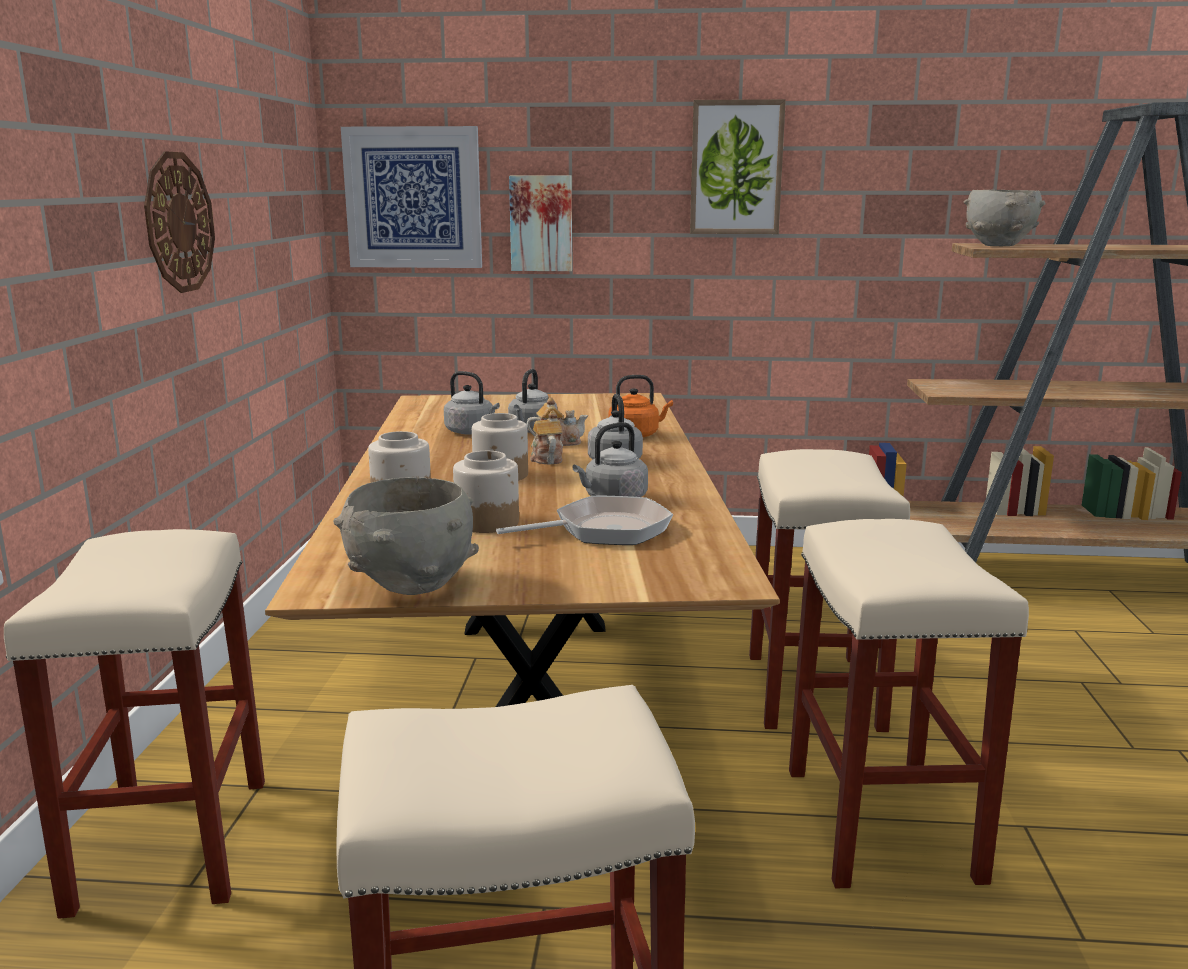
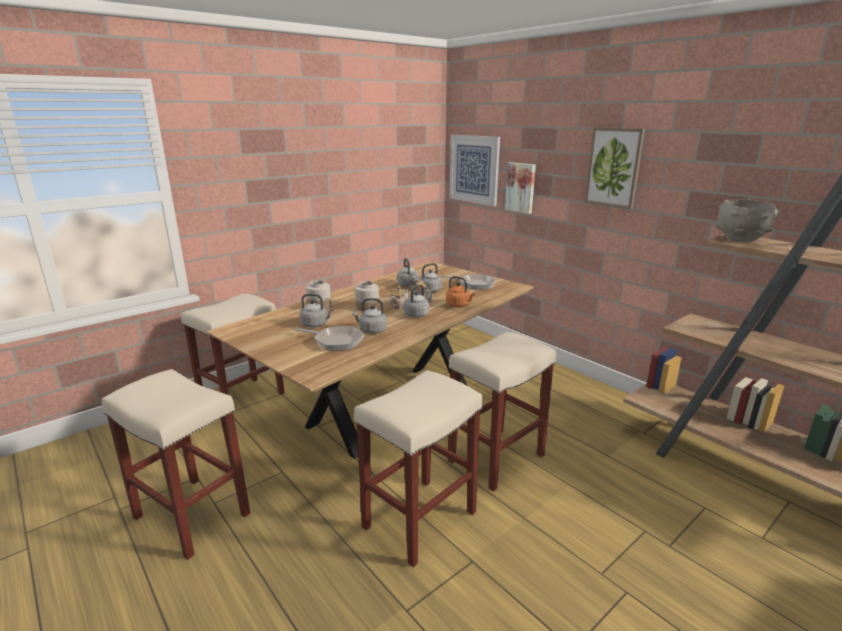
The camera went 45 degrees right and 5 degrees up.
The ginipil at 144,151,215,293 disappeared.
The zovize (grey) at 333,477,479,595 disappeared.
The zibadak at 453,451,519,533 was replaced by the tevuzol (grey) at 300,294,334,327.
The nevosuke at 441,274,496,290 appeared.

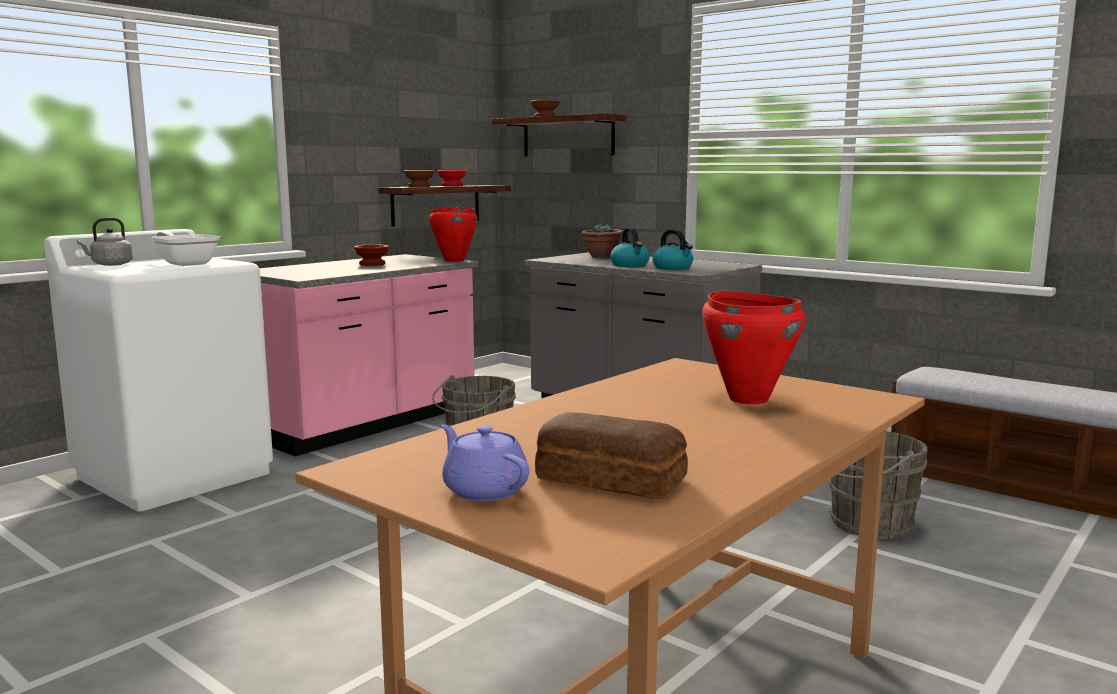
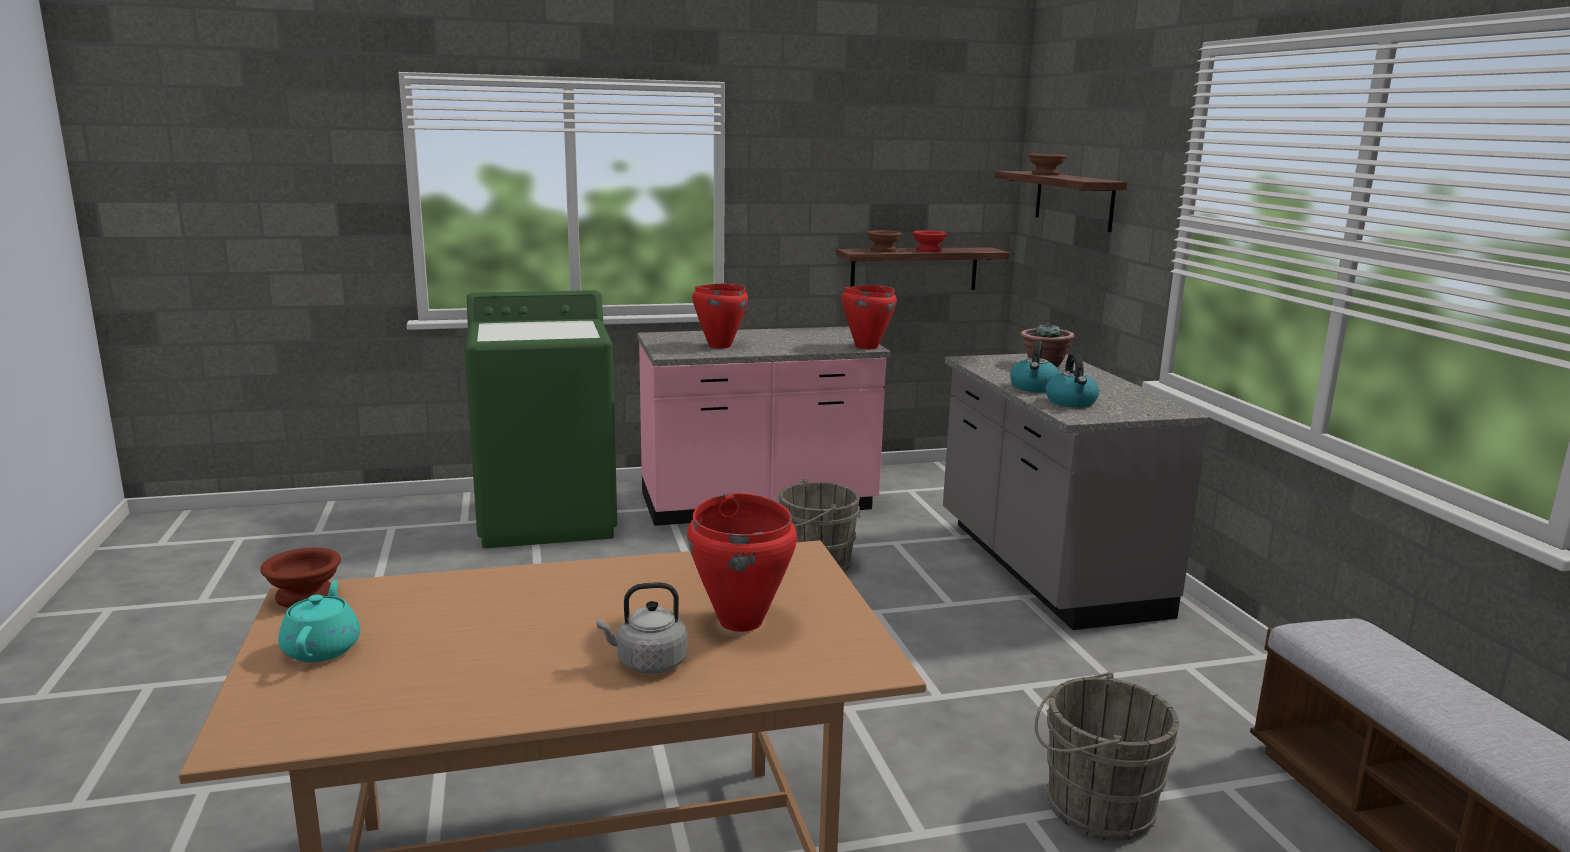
The camera went 35 degrees right and 5 degrees up.
The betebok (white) at 44,229,273,512 became the betebok (green) at 465,290,617,548.
The tevuzol (grey) moved from 77,218,133,266 to 596,582,687,674.
The nevosuke at 152,231,220,266 disappeared.
The zovize (brown) moved from 354,245,389,266 to 260,548,341,608.
The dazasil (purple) at 442,424,529,501 became the dazasil (turquoise) at 278,580,360,662.
The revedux at 535,412,688,500 disappeared.
The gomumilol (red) at 692,284,748,349 appeared.

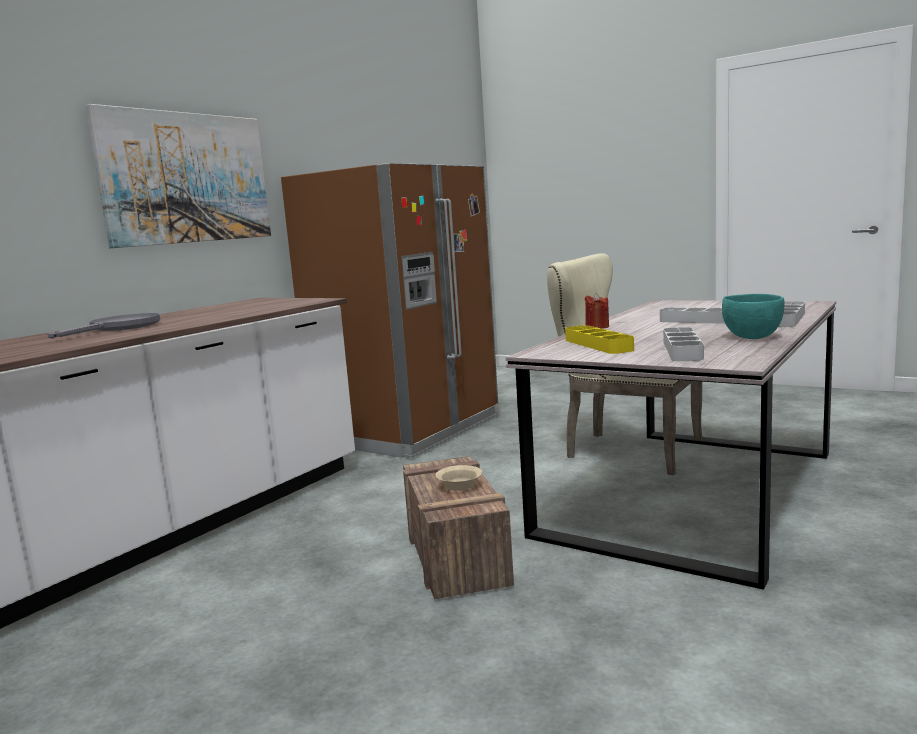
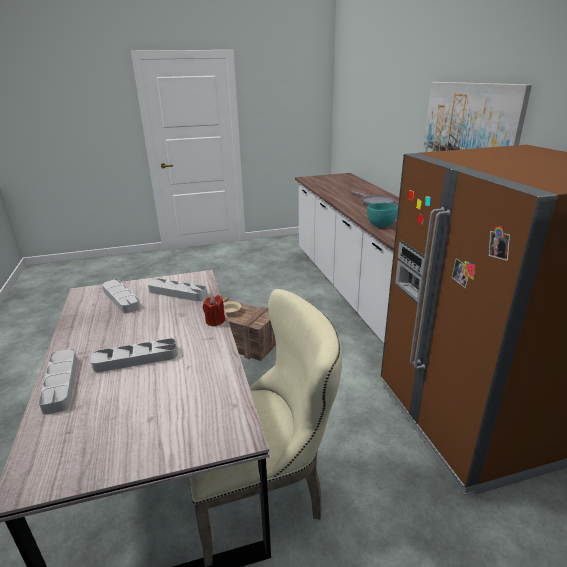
The camera went 130 degrees right and 15 degrees up.
The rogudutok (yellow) at 565,325,634,354 became the rogudutok (grey) at 148,278,208,301.
The zovize (turquoise) moved from 722,294,785,339 to 367,203,398,227.

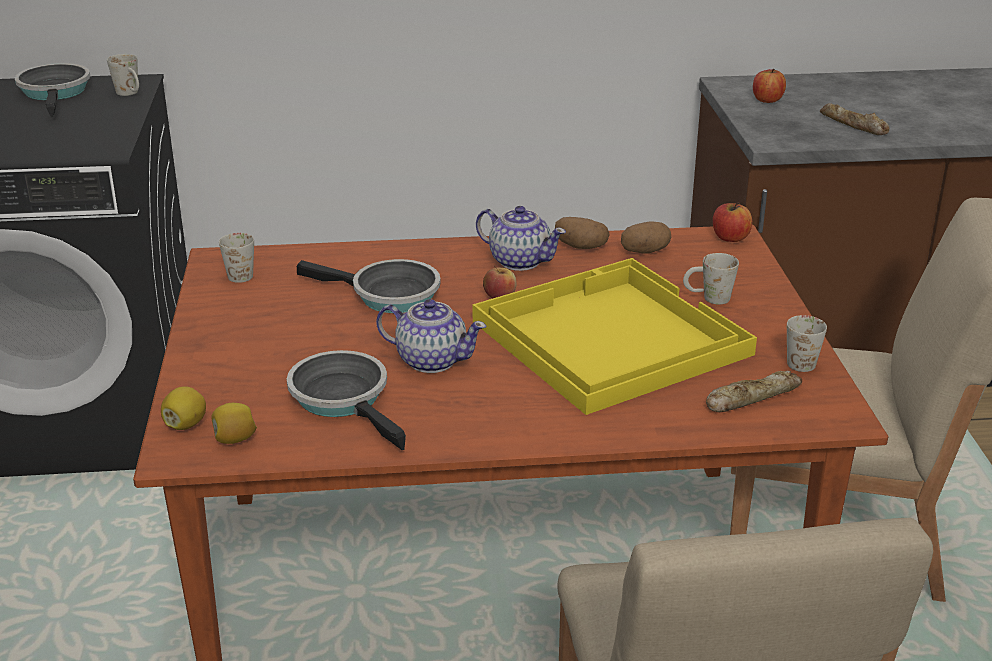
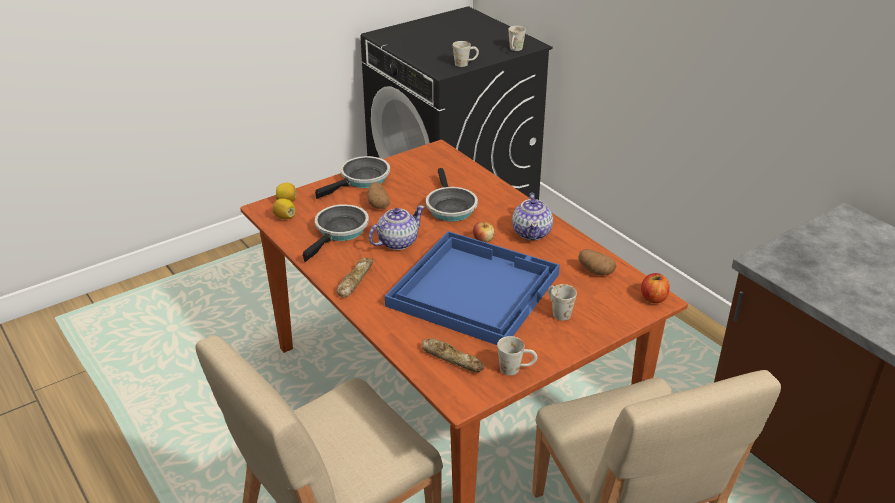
The camera went 60 degrees right and 5 degrees up.
The nevosuke moved from 15,63,90,117 to 315,156,390,199.
The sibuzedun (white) moved from 219,233,254,283 to 453,41,479,67.
The dazasil at 376,299,486,373 turned 120 degrees counterclockwise.
The rogudutok (yellow) at 472,258,757,415 became the rogudutok (blue) at 385,231,560,345.
The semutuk moved from 555,217,609,249 to 367,182,390,209.
The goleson at 753,69,786,103 disappeared.
The revedux moved from 820,103,890,135 to 337,258,373,297.

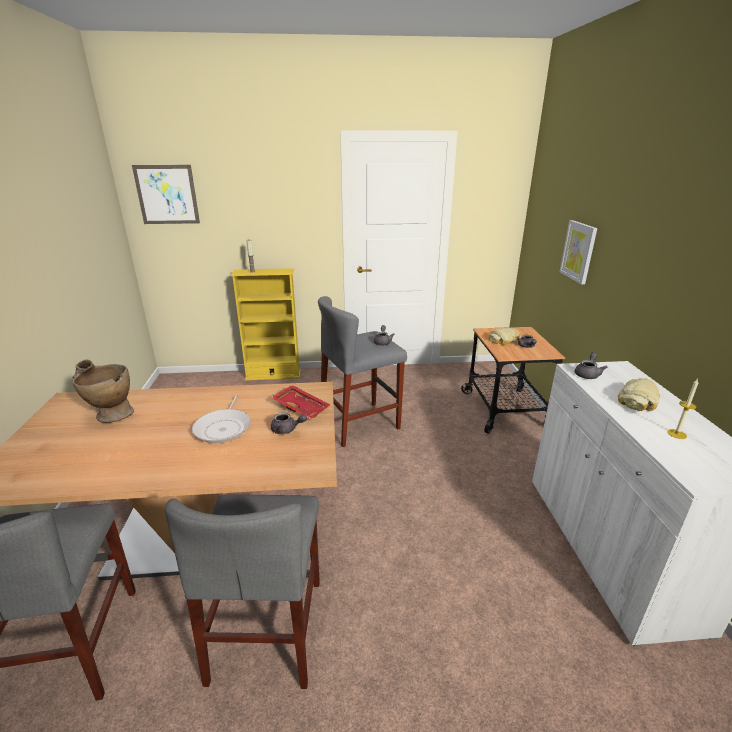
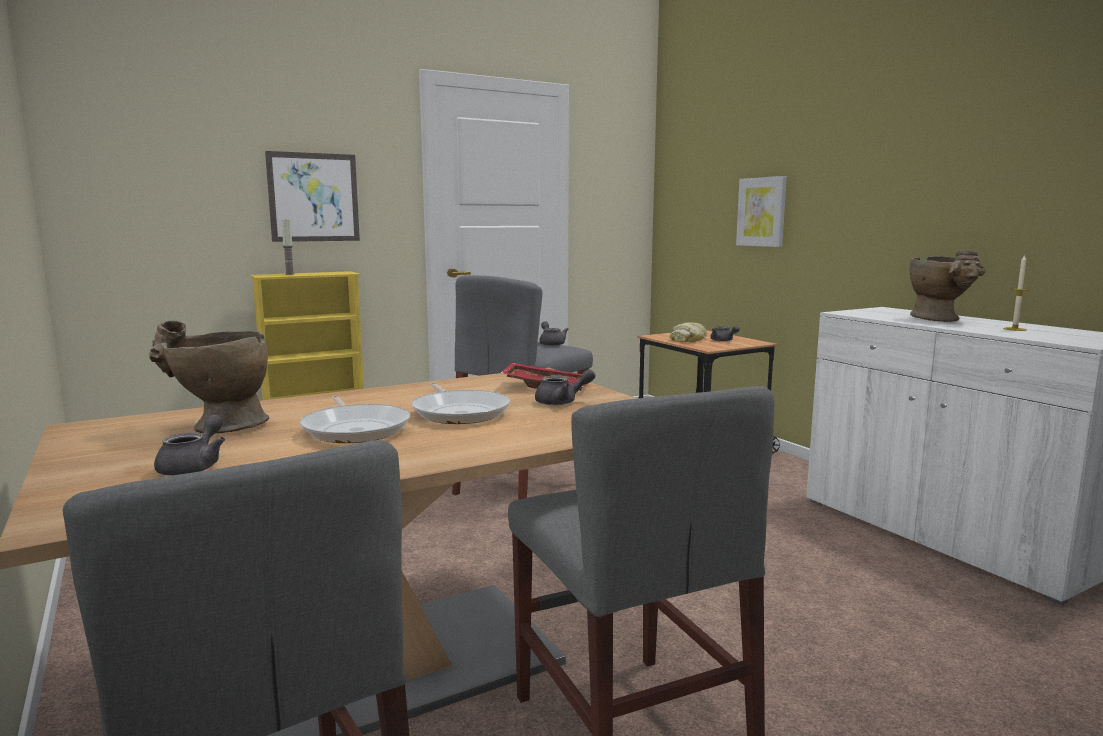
The camera went 25 degrees left and 15 degrees down.
The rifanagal moved from 132,165,200,224 to 265,151,360,242.
The dazasil (grey) moved from 575,352,608,379 to 154,415,225,476.
The revedux at 618,378,660,411 was replaced by the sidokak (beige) at 909,250,985,322.
The nevosuke at 300,396,410,443 appeared.

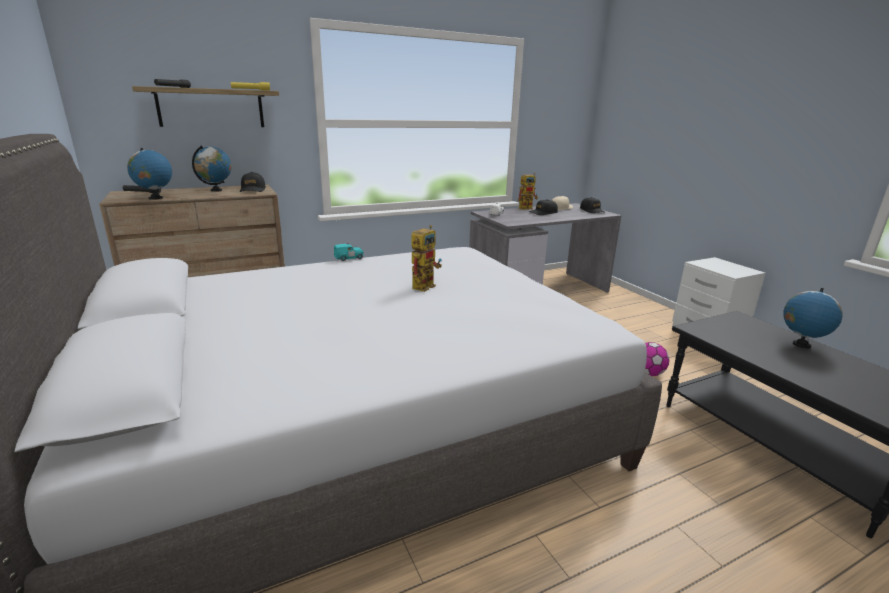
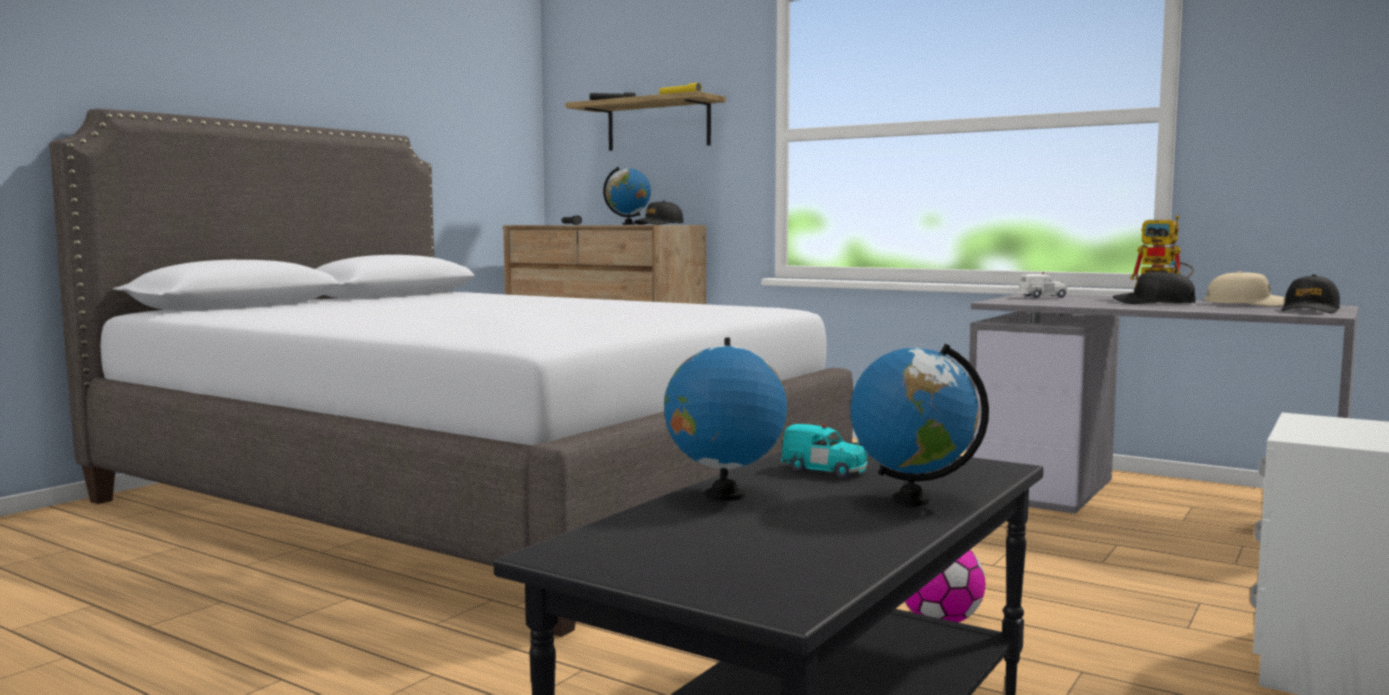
The camera went 60 degrees right and 15 degrees down.
The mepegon moved from 127,148,172,200 to 664,337,787,501.
The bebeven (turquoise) moved from 334,243,364,261 to 781,424,868,478.
The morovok at 411,225,442,292 disappeared.

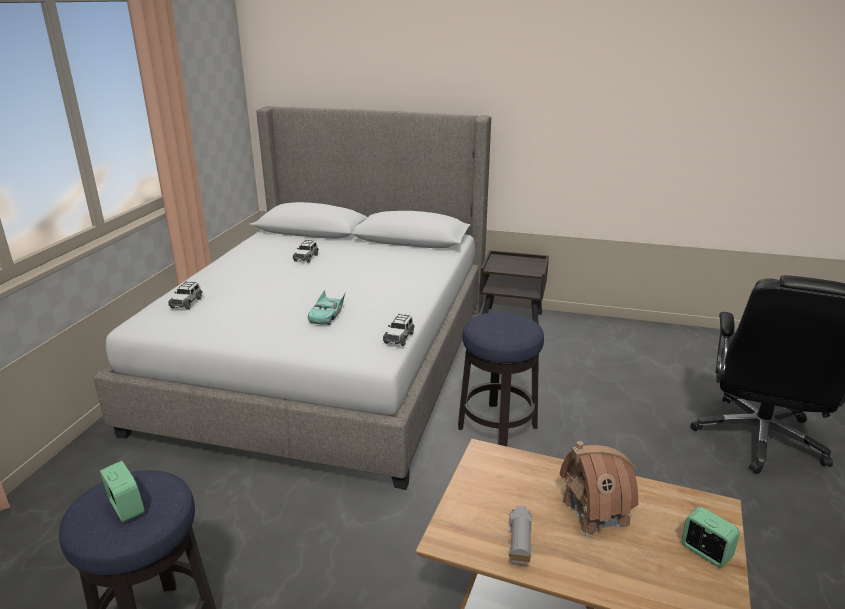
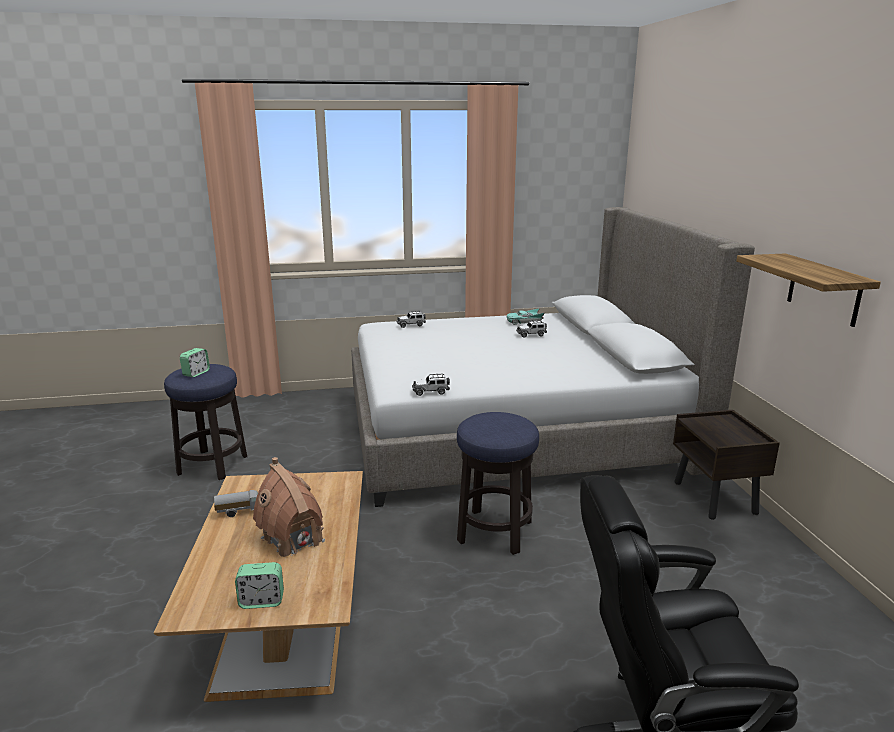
The camera went 65 degrees right and 5 degrees down.
The bebeven (turquoise) moved from 308,290,346,325 to 507,308,545,325.
The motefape at 682,507,740,568 turned 60 degrees clockwise.
The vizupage at 736,253,881,327 appeared.

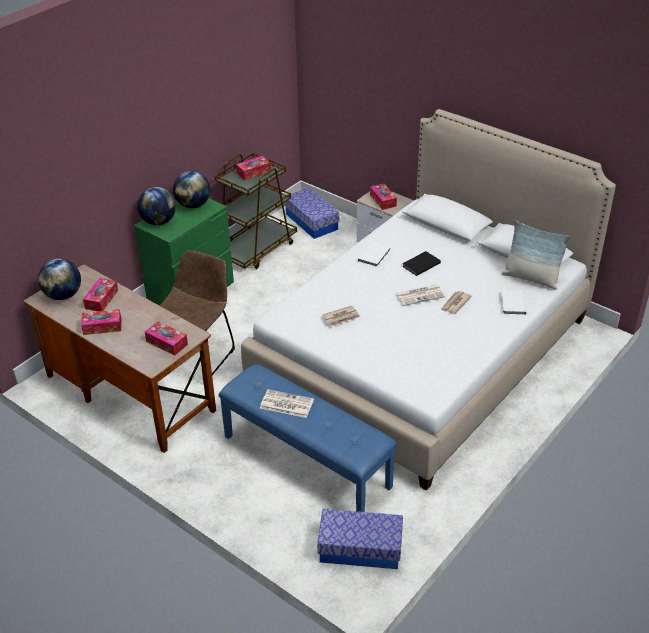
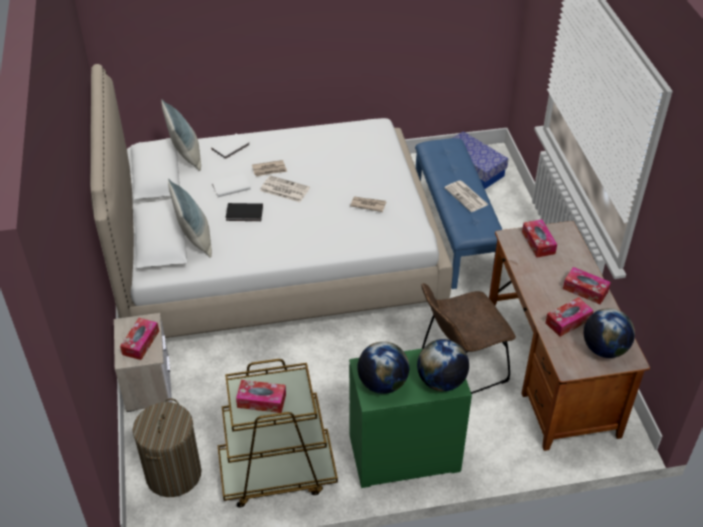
The camera went 140 degrees left and 5 degrees up.
The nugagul at 284,188,339,239 was replaced by the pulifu at 133,398,201,497.
The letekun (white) moved from 358,242,391,267 to 211,174,251,197.
The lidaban at 168,179,212,258 appeared.

